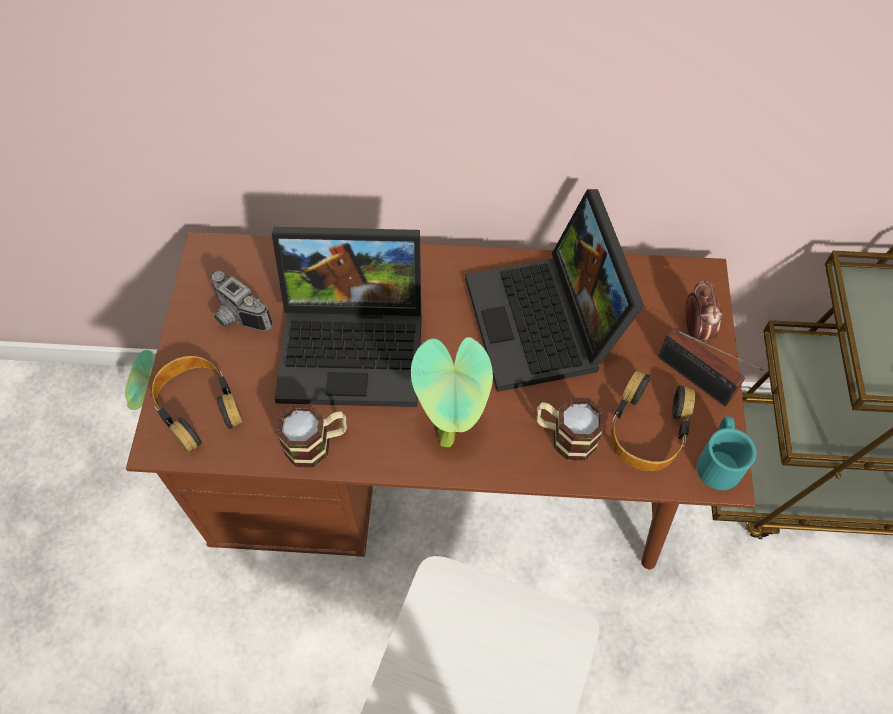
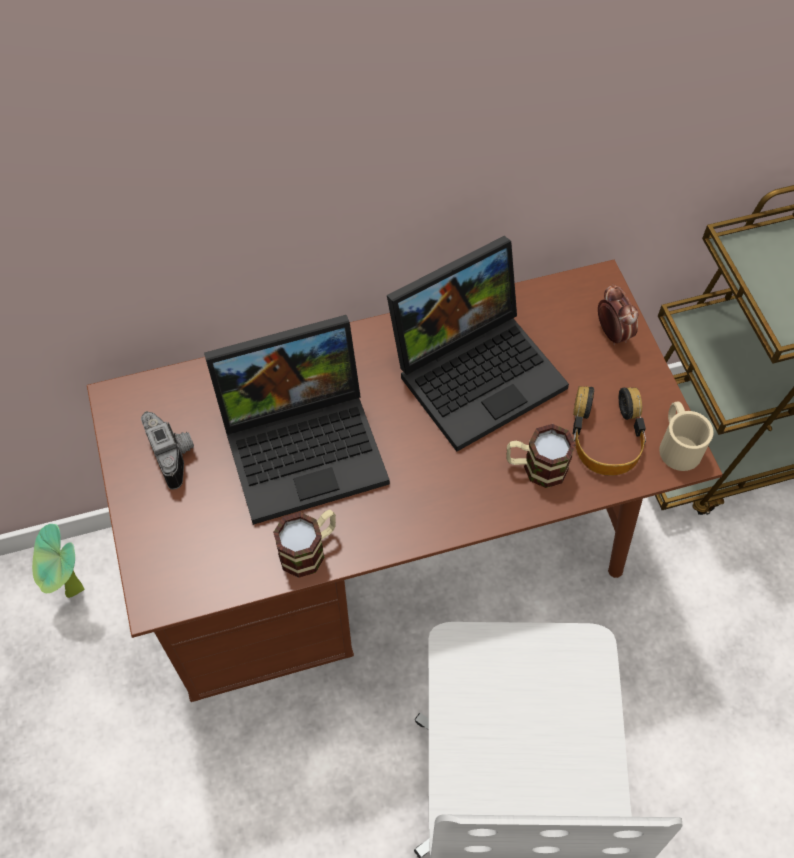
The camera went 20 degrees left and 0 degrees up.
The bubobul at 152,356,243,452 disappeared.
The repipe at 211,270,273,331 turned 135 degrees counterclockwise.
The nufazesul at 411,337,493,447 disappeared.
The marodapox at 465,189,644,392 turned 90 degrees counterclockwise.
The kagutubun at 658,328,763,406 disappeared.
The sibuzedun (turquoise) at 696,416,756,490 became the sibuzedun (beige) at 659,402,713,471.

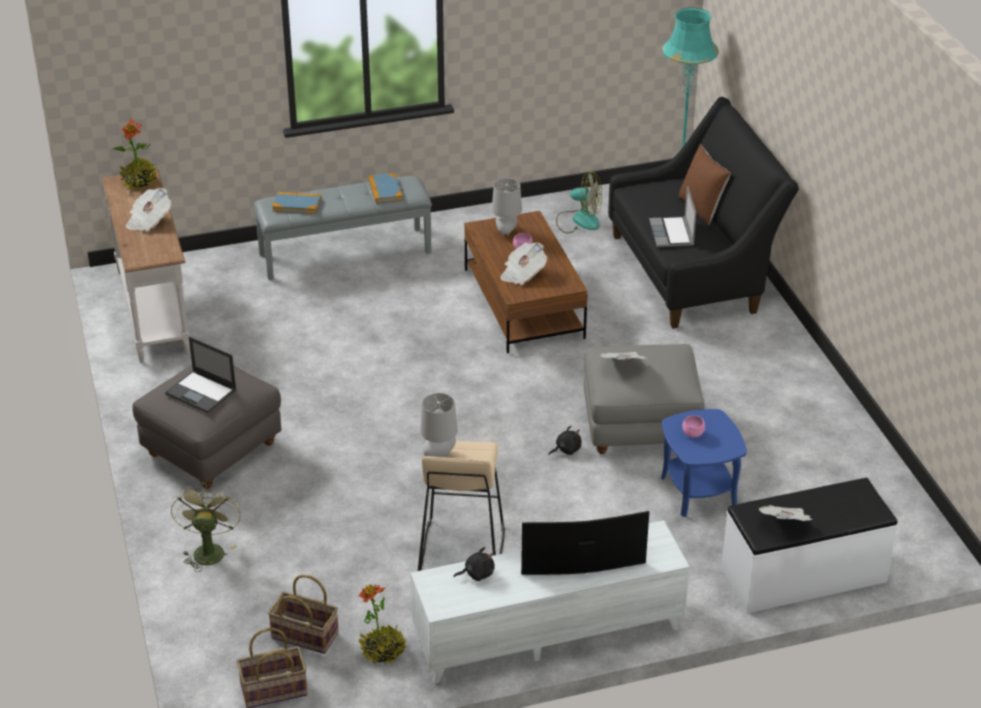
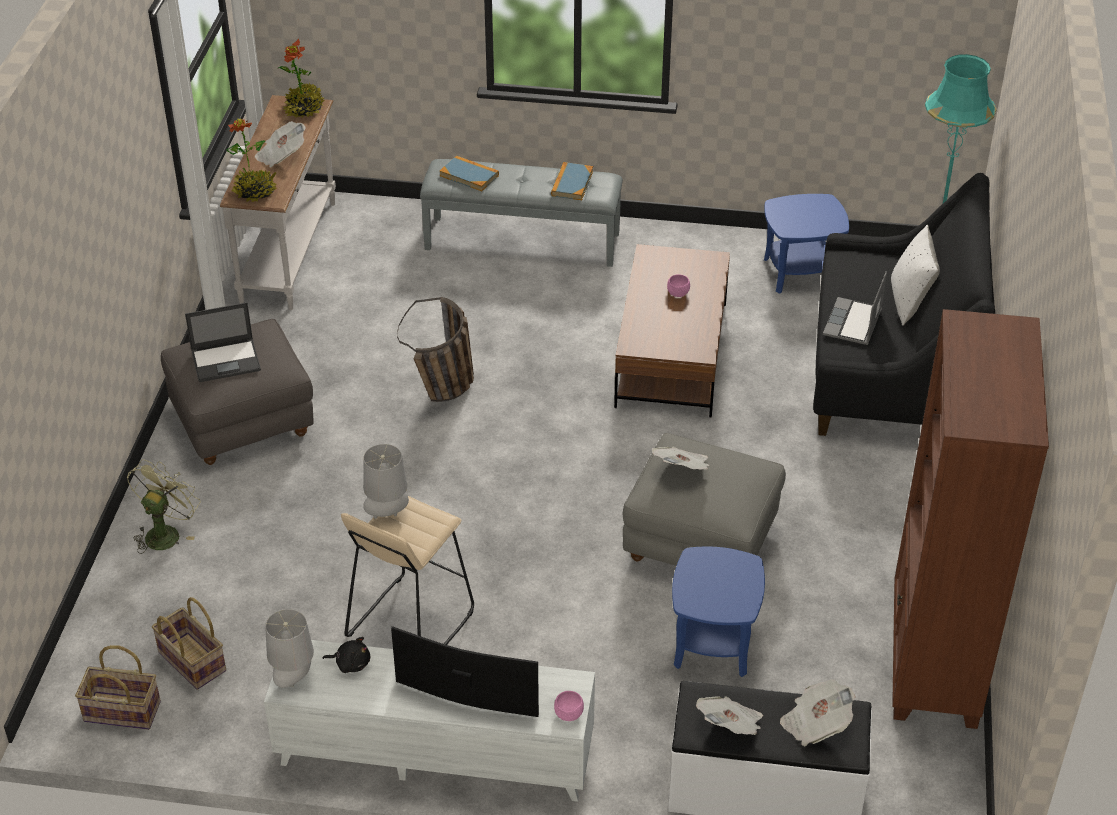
The camera went 25 degrees right and 5 degrees up.
The marodapox at 165,337,237,413 turned 75 degrees counterclockwise.
The nufazesul moved from 358,584,407,665 to 226,118,277,202.
The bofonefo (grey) moved from 492,178,522,236 to 265,609,314,688.
The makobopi moved from 500,243,547,285 to 780,679,856,747.
The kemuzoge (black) at 548,426,582,455 disappeared.
The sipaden at 556,171,602,233 was replaced by the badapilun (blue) at 764,194,849,293.
The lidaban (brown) at 679,144,731,226 became the lidaban (white) at 891,225,940,326.
The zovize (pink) moved from 683,415,705,438 to 554,691,584,721.
The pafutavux at 397,297,474,402 appeared.
The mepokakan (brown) at 892,309,1049,729 appeared.

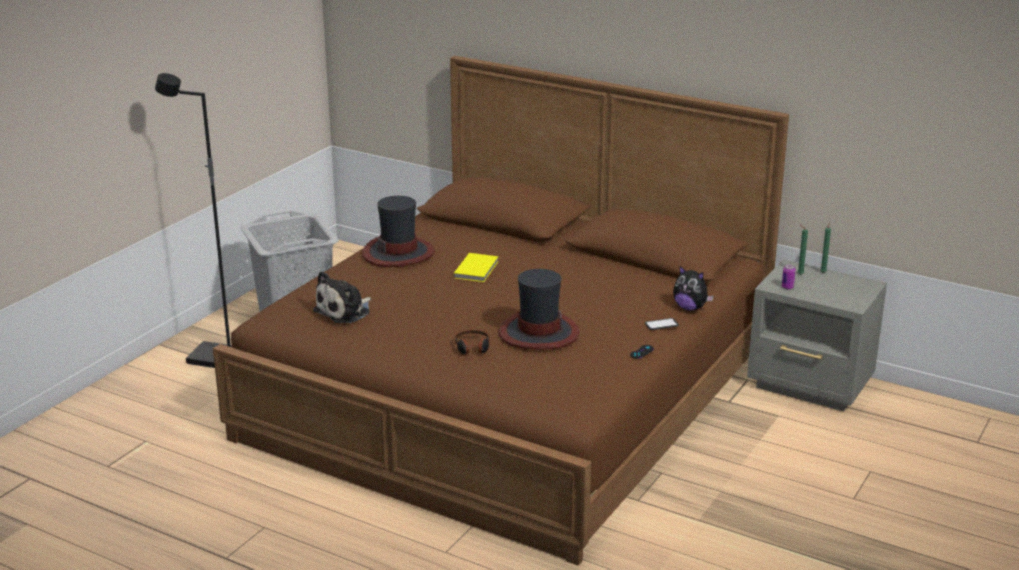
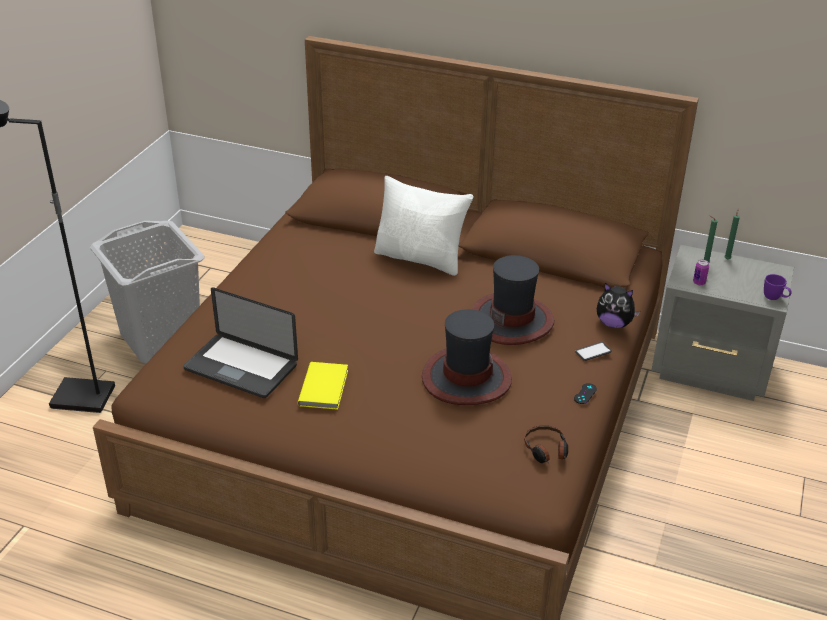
The camera went 10 degrees left and 10 degrees up.
The kemuzoge at 313,271,371,324 was replaced by the marodapox at 183,287,298,398.
The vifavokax moved from 363,196,435,267 to 472,255,554,345.
The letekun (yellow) moved from 453,253,499,282 to 298,362,348,410.
The bubobul moved from 455,330,490,354 to 524,425,568,463.
The lidaban (white) at 374,176,474,276 appeared.
The sibuzedun (purple) at 764,274,792,300 appeared.

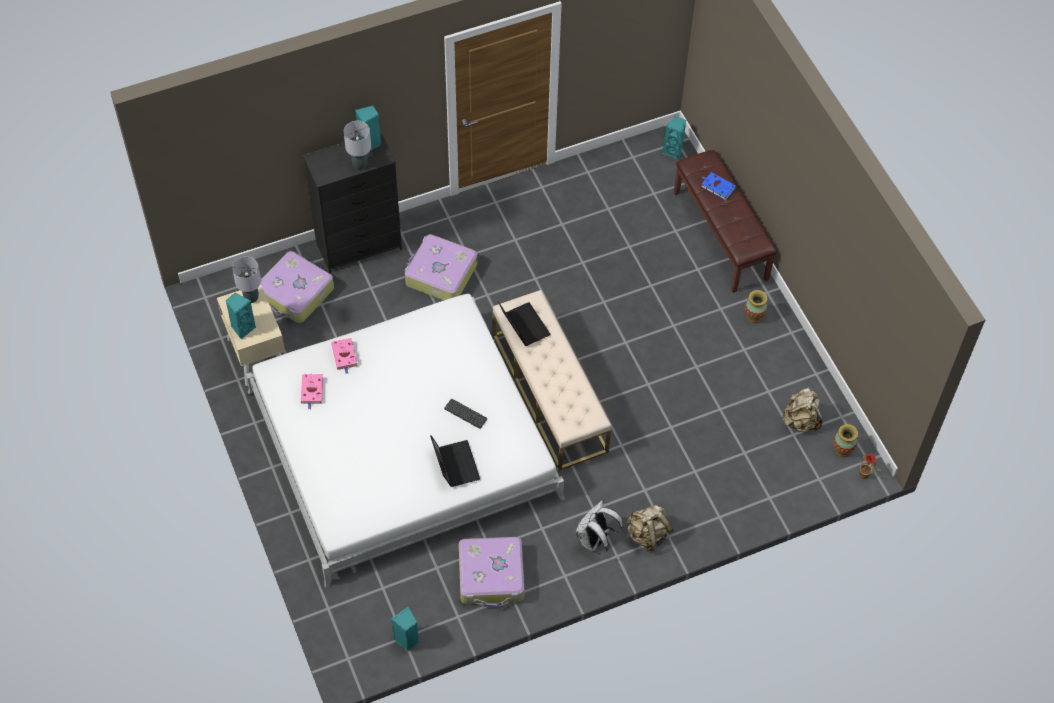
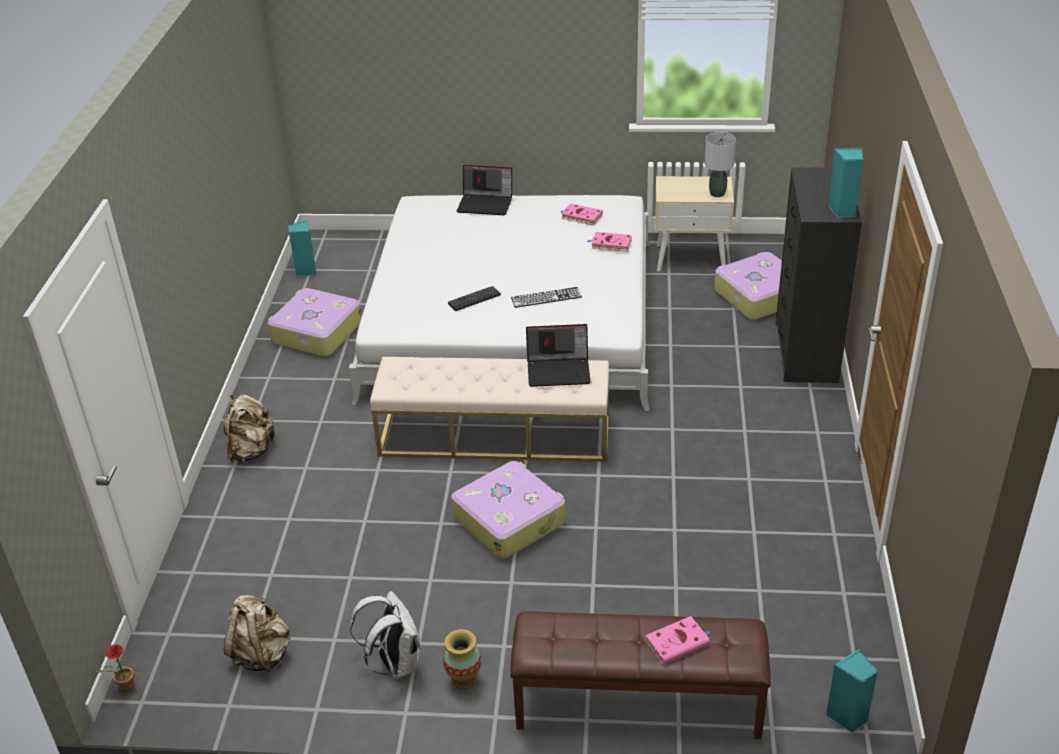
The camera went 120 degrees right and 20 degrees down.
The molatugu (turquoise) at 225,292,256,339 disappeared.
The bofonefo (grey) at 344,121,371,170 disappeared.
The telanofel moved from 405,234,477,300 to 451,461,565,559.
The marodapox moved from 430,435,480,487 to 457,165,512,215.
The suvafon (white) moved from 576,501,623,554 to 350,591,421,679.
The letekun (blue) at 701,172,736,200 became the letekun (pink) at 645,616,711,664.
The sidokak at 833,424,858,457 disappeared.
The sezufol at 511,287,582,308 appeared.

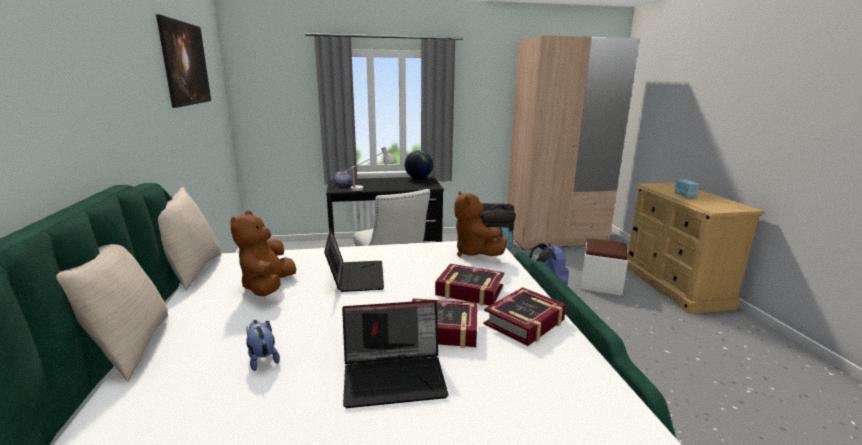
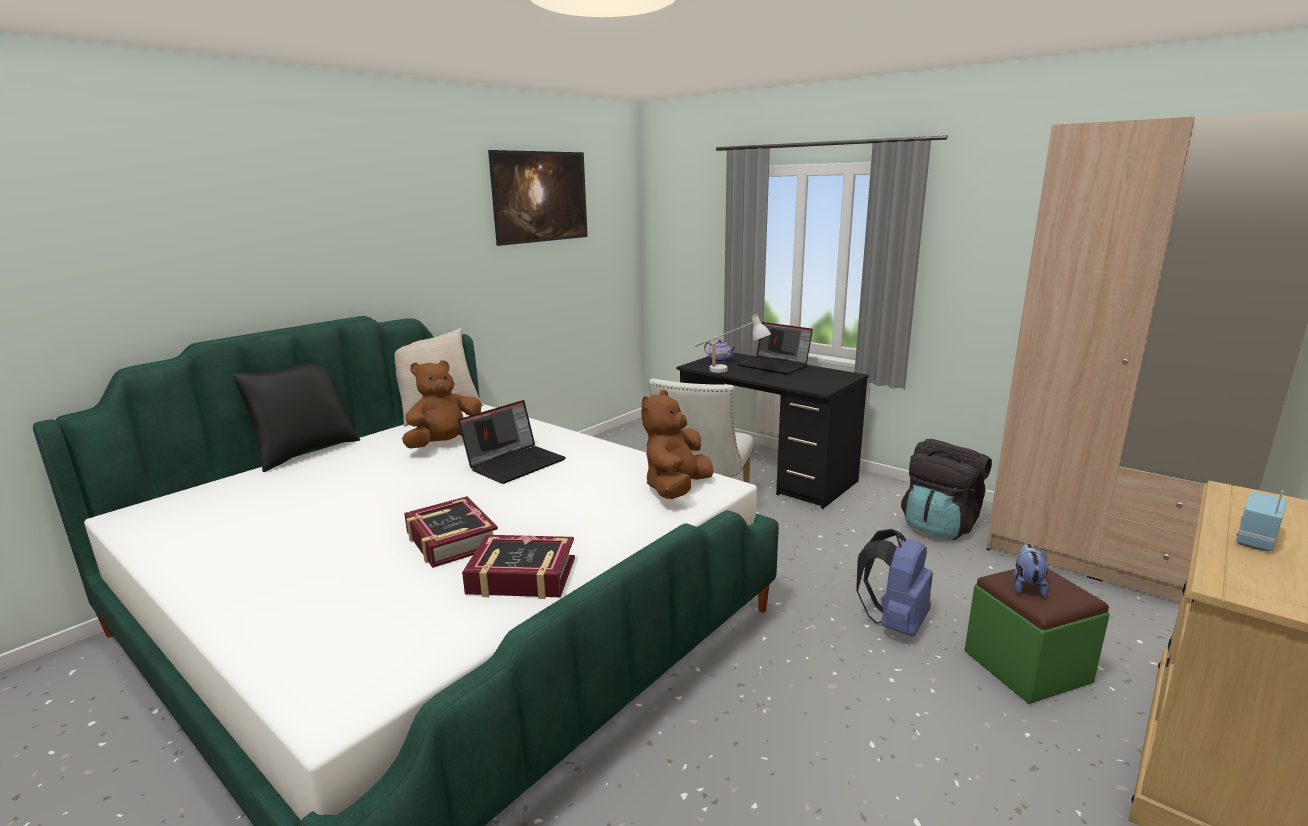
The camera went 50 degrees right and 0 degrees up.
The lidaban (beige) at 56,244,168,382 became the lidaban (black) at 233,363,360,472.
The kemuzoge moved from 246,320,280,371 to 1013,544,1048,597.
The marodapox moved from 342,300,448,408 to 738,322,813,375.
The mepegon at 405,150,433,179 disappeared.
The letekun at 435,264,504,306 disappeared.
The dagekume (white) at 580,238,628,296 became the dagekume (green) at 965,568,1109,704.

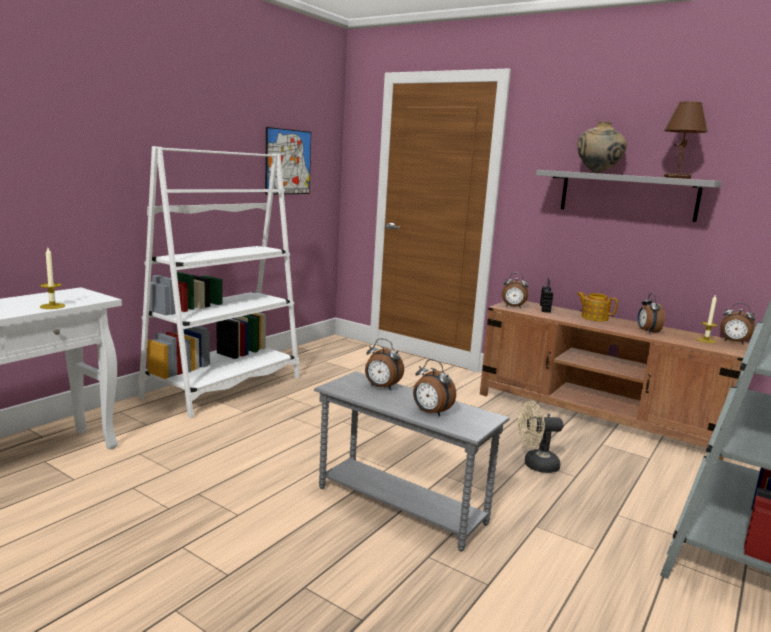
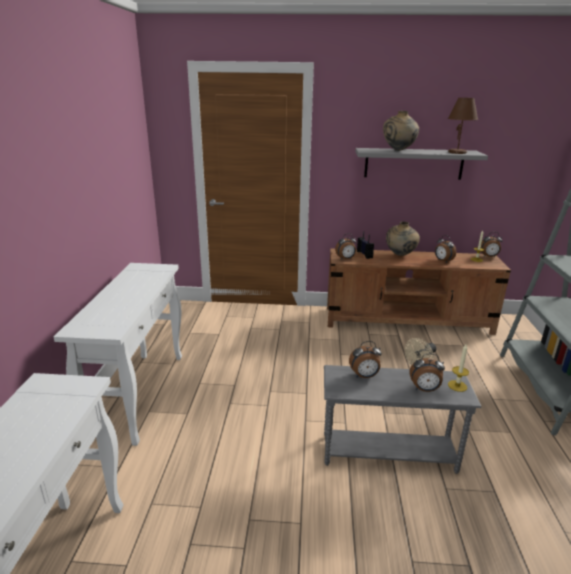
The camera went 30 degrees left and 10 degrees up.
The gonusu moved from 40,248,65,309 to 448,344,469,392.
The mepokakan (white) at 138,146,300,418 was replaced by the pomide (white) at 54,263,182,446.
The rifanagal at 265,127,311,195 disappeared.
The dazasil at 577,292,618,321 was replaced by the sidokak (beige) at 386,221,420,256.

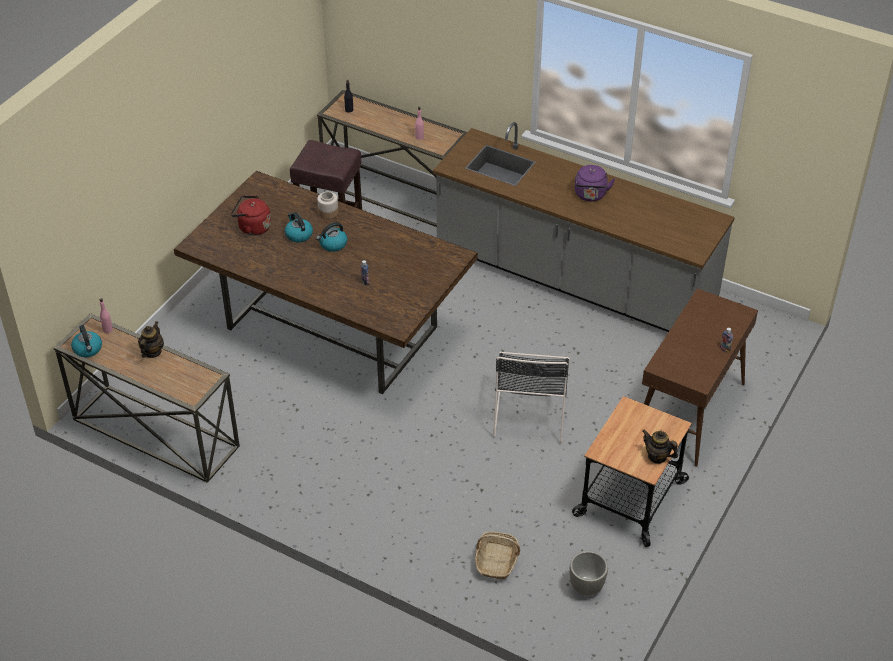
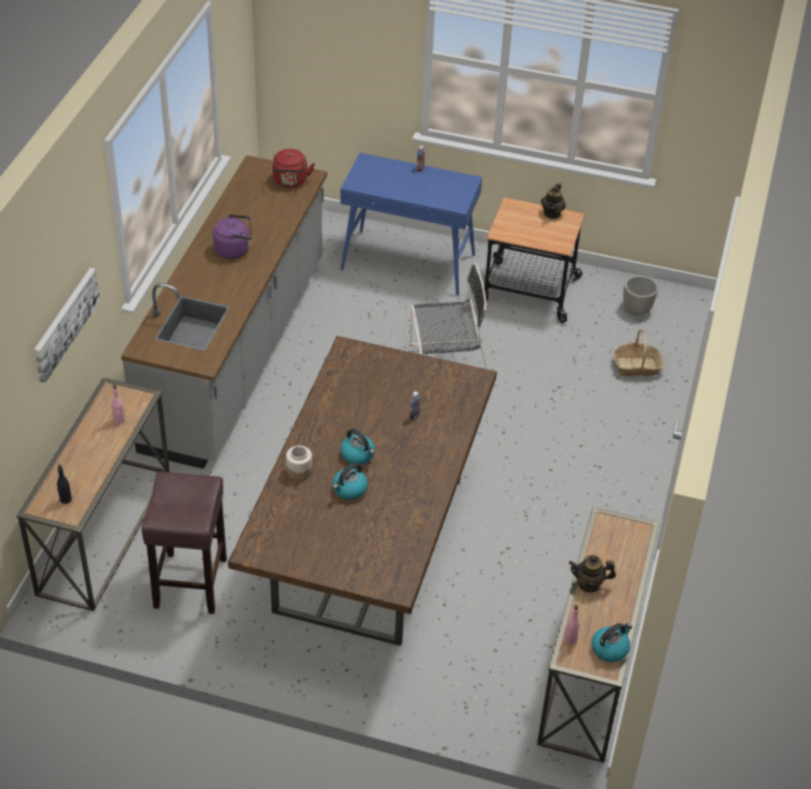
The camera went 105 degrees left and 0 degrees up.
The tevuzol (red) moved from 231,195,271,236 to 272,149,315,188.
The pomide (brown) at 642,288,758,467 became the pomide (blue) at 340,153,482,295.
The rifanagal at 34,268,100,383 appeared.

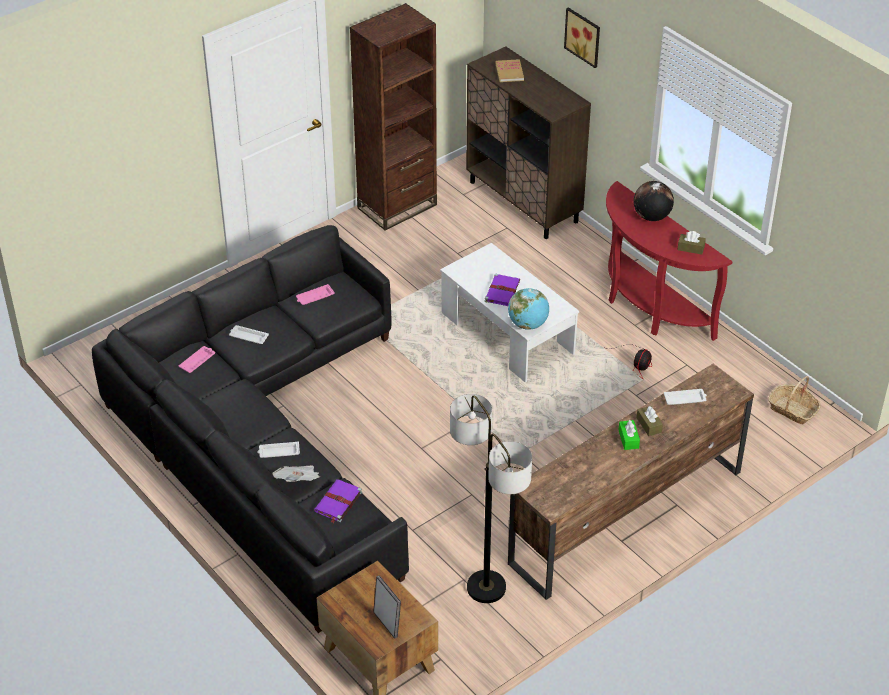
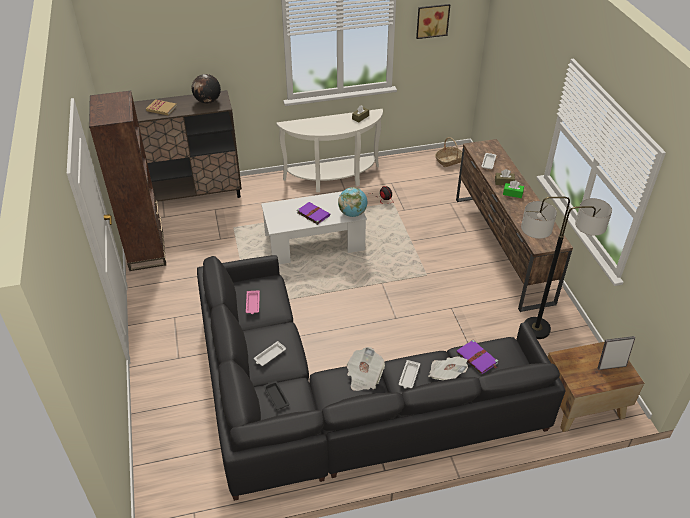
The camera went 65 degrees left and 0 degrees up.
The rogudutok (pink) at 179,346,215,373 became the rogudutok (black) at 263,381,289,410.
The rifanagal moved from 564,7,600,68 to 416,4,450,39.
The pomide (red) at 606,181,733,341 became the pomide (white) at 276,109,383,192.
The mepegon moved from 634,181,674,221 to 192,74,221,104.
The makobopi at 347,347,385,391 appeared.

